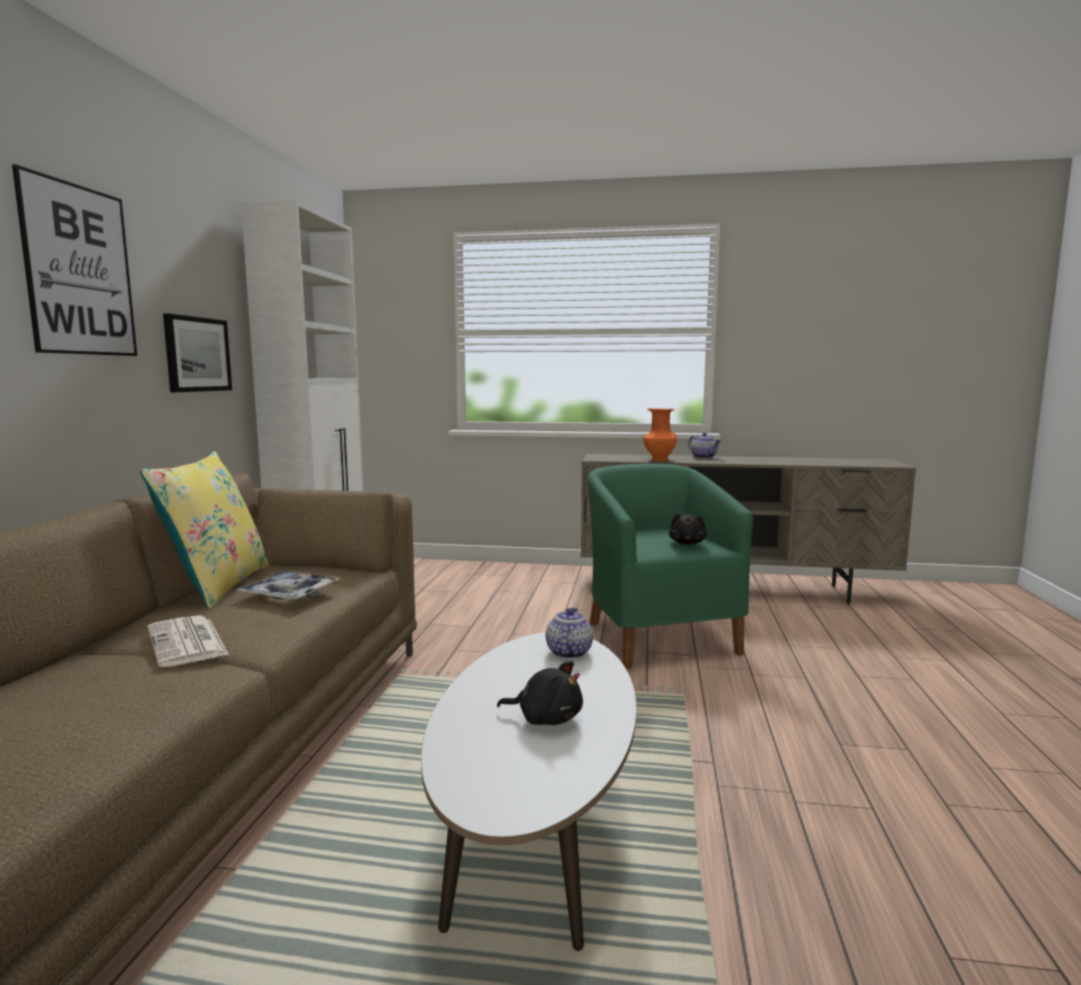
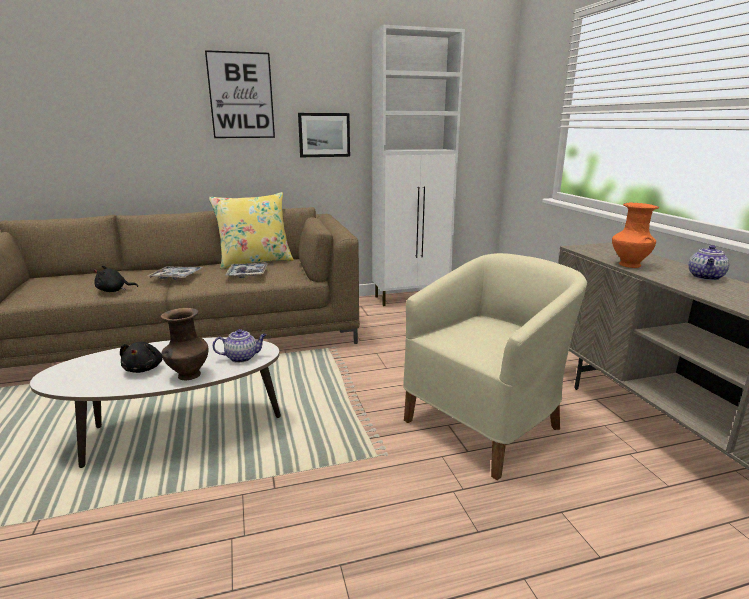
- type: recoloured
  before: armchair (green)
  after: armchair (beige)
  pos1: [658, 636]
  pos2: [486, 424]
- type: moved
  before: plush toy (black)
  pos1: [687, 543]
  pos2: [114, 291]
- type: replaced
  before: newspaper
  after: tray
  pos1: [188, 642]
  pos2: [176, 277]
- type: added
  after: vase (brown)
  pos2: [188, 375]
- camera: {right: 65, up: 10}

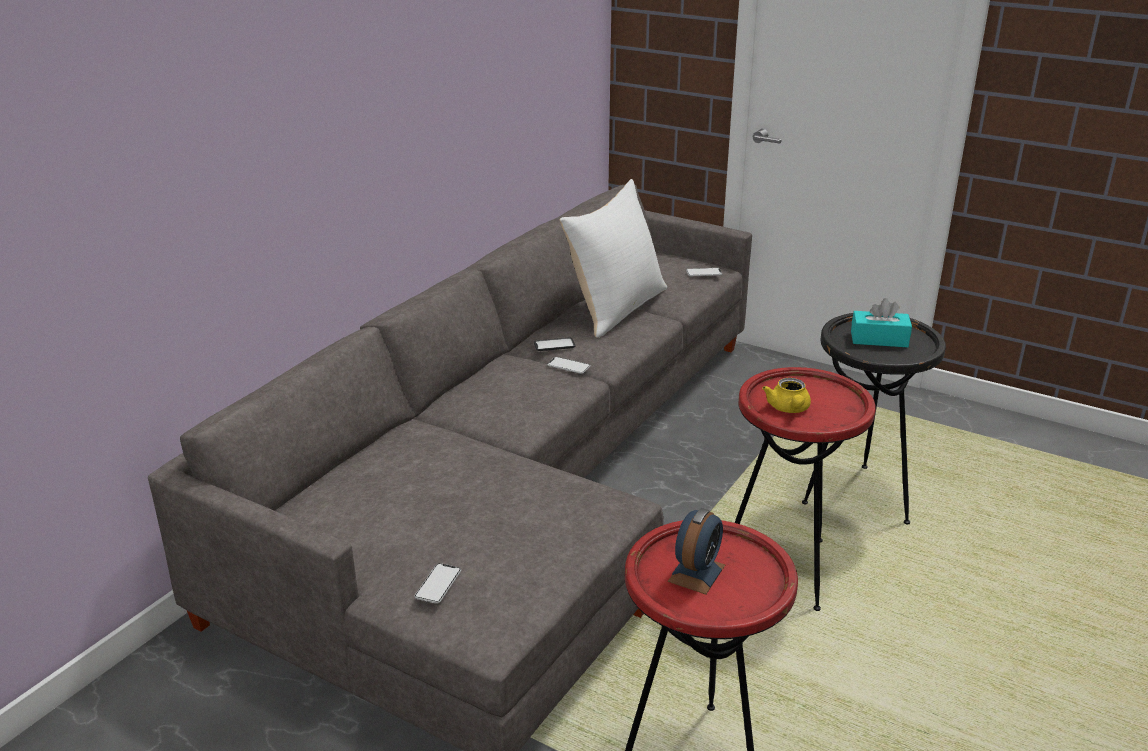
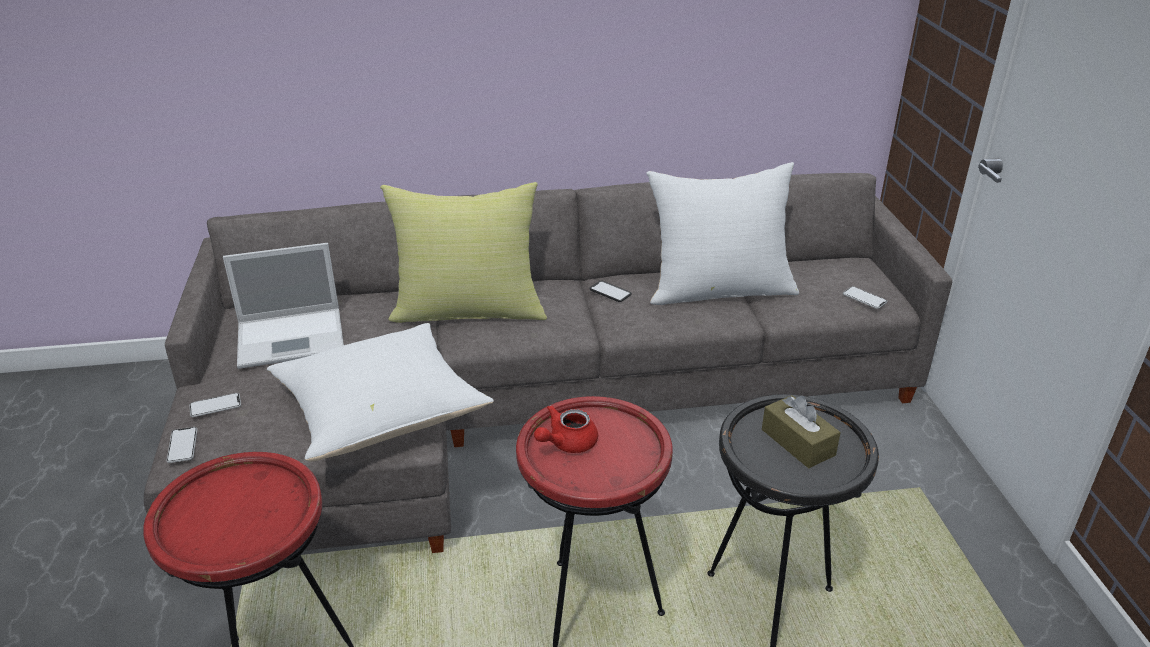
- type: recoloured
  before: tissue box (turquoise)
  after: tissue box (brown)
  pos1: [879, 339]
  pos2: [798, 442]
- type: moved
  before: phone
  pos1: [568, 366]
  pos2: [182, 445]
- type: recoloured
  before: teapot (yellow)
  after: teapot (red)
  pos1: [788, 409]
  pos2: [567, 443]
- type: removed
  before: alarm clock
  pos1: [696, 573]
- type: added
  after: pillow (yellow)
  pos2: [469, 310]
- type: added
  after: laptop
  pos2: [293, 337]
- type: added
  after: pillow (white)
  pos2: [381, 414]
- camera: {right: 50, up: 5}

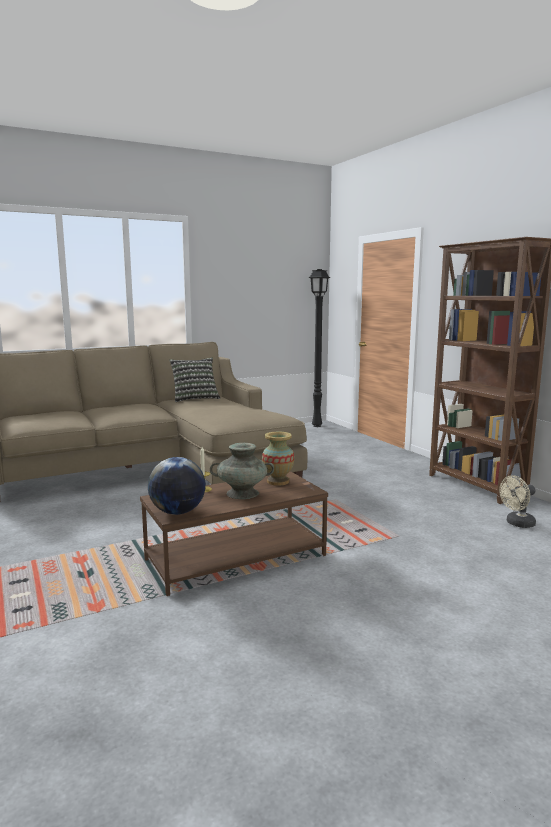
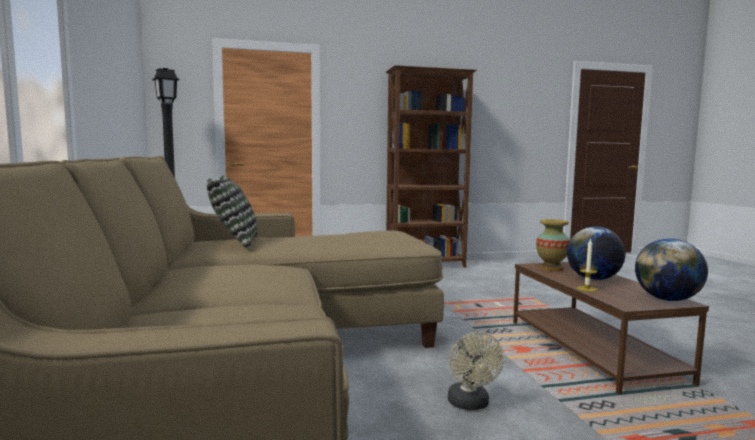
- type: replaced
  before: vase (turquoise)
  after: globe
  pos1: [242, 493]
  pos2: [593, 279]
- type: moved
  before: fan (beige)
  pos1: [517, 524]
  pos2: [470, 405]
- camera: {right: -75, up: -5}

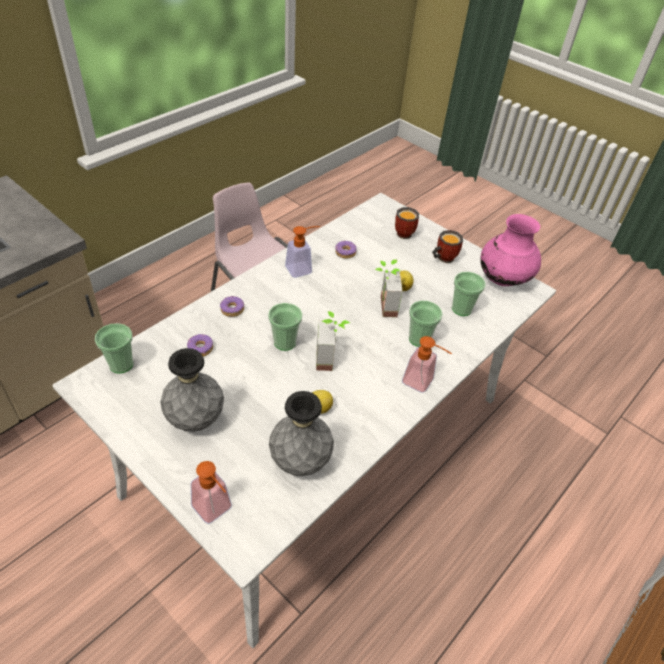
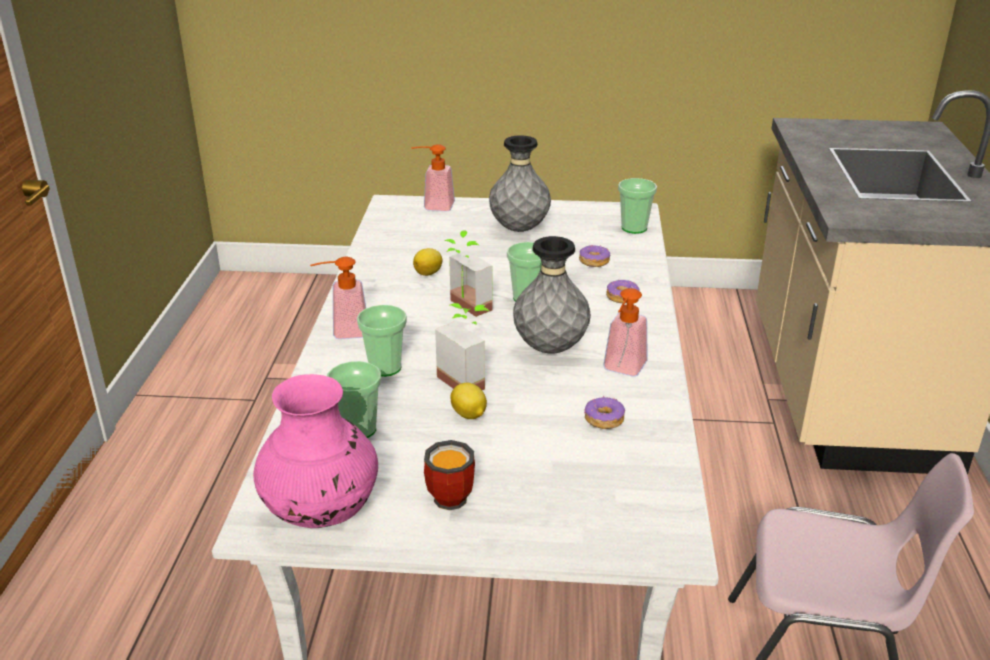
- type: removed
  before: mug
  pos1: [406, 233]
- type: moved
  before: vase (grey)
  pos1: [300, 461]
  pos2: [550, 348]
- camera: {right: 145, up: -15}

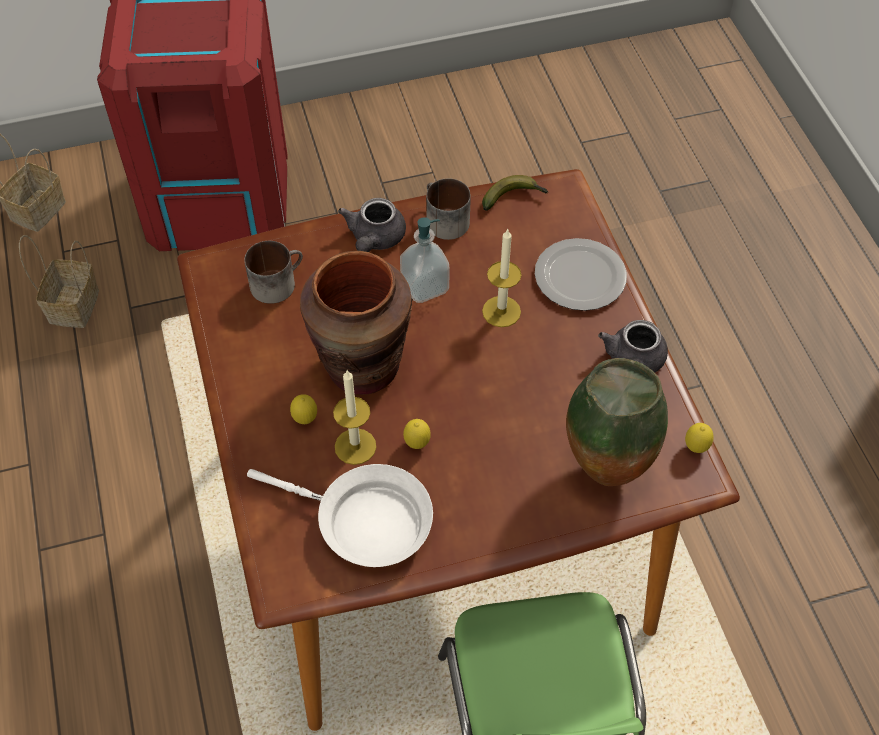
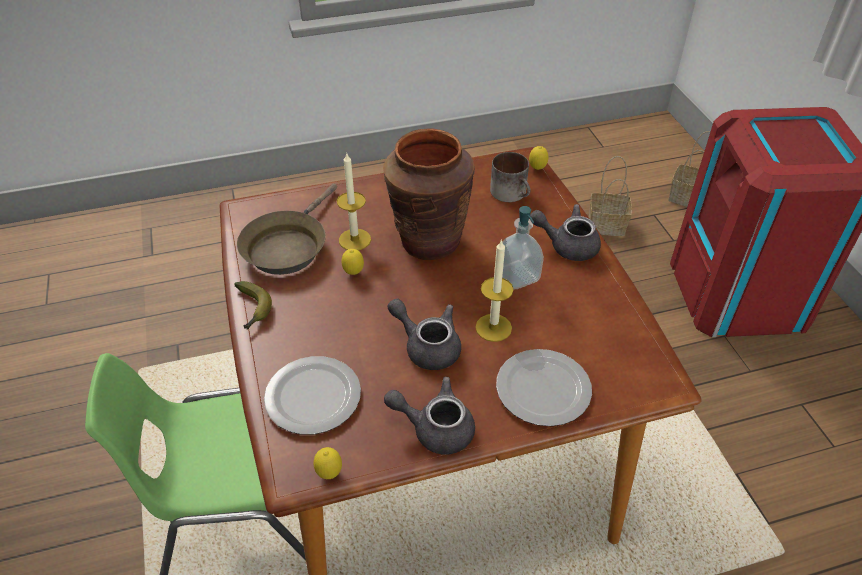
- type: moved
  before: banana
  pos1: [514, 197]
  pos2: [253, 310]
- type: removed
  before: mug
  pos1: [443, 220]
- type: replaced
  before: vase
  after: plate
  pos1: [604, 470]
  pos2: [314, 396]
- type: moved
  before: lemon
  pos1: [305, 419]
  pos2: [537, 169]
- type: recoloured
  before: frying pan (white)
  after: frying pan (brown)
  pos1: [365, 522]
  pos2: [287, 246]
- type: added
  after: teapot (grey)
  pos2: [427, 346]
- camera: {right: 90, up: -10}

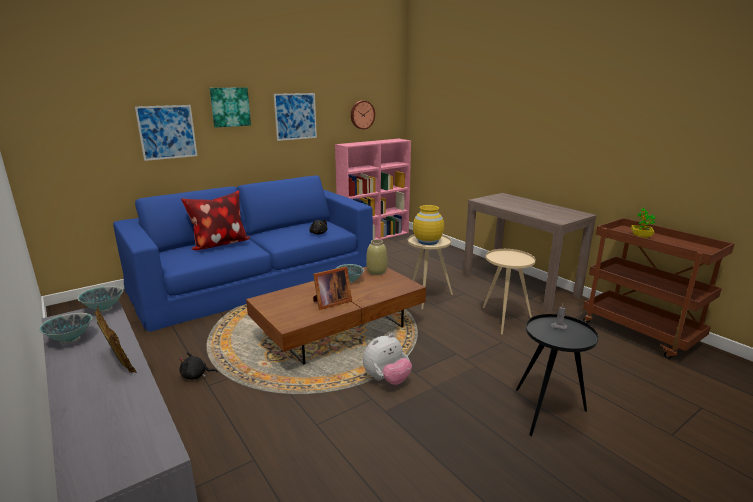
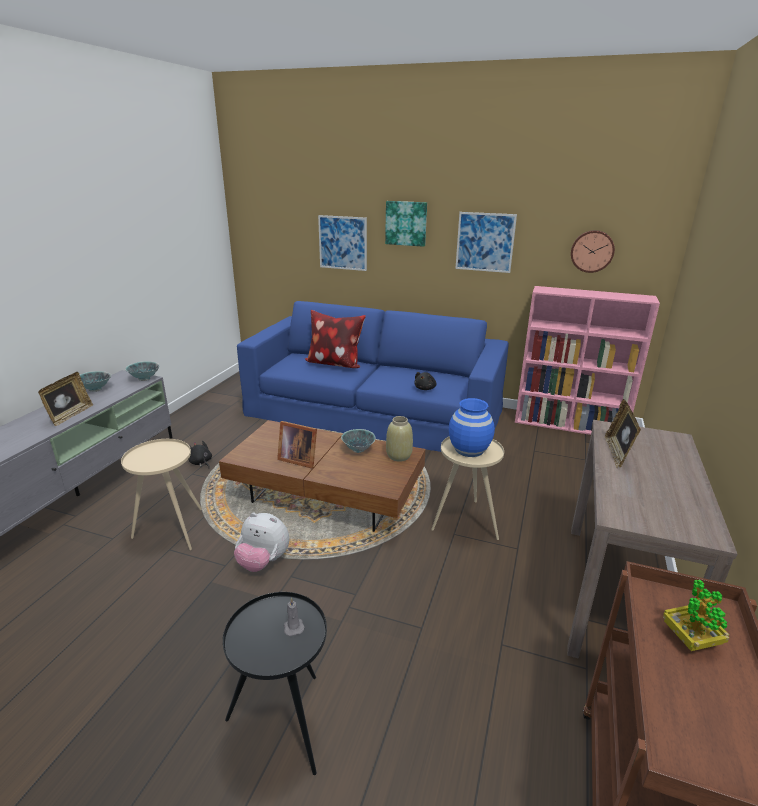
- type: recoloured
  before: vase (yellow)
  after: vase (blue)
  pos1: [428, 241]
  pos2: [469, 450]
- type: moved
  before: side table (beige)
  pos1: [503, 320]
  pos2: [171, 531]
- type: added
  after: picture frame
  pos2: [617, 453]
- camera: {right: 55, up: 5}

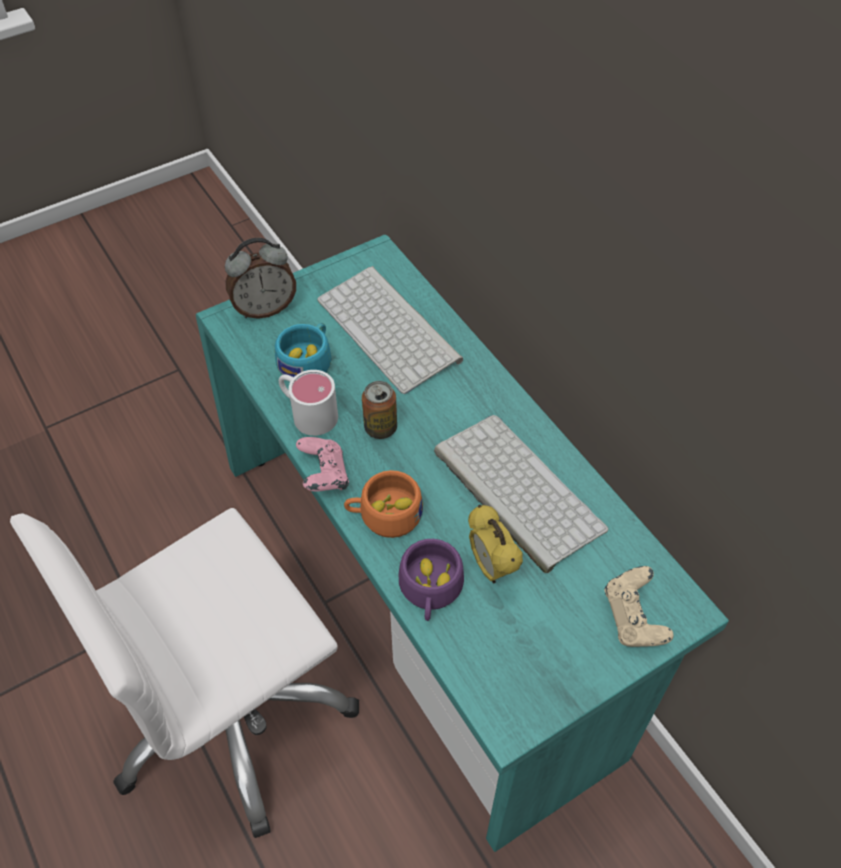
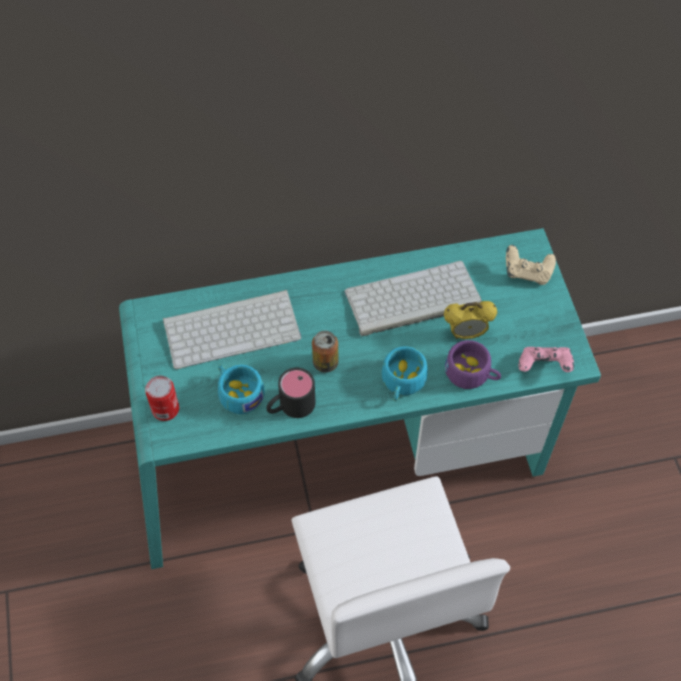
- type: replaced
  before: alarm clock
  after: can
  pos1: [264, 308]
  pos2: [165, 409]
- type: recoloured
  before: mug (white)
  after: mug (black)
  pos1: [307, 412]
  pos2: [290, 406]
- type: moved
  before: game controller (pink)
  pos1: [323, 476]
  pos2: [544, 367]
- type: recoloured
  before: cup (orange)
  after: cup (turquoise)
  pos1: [384, 515]
  pos2: [402, 383]
- camera: {right: -70, up: 5}

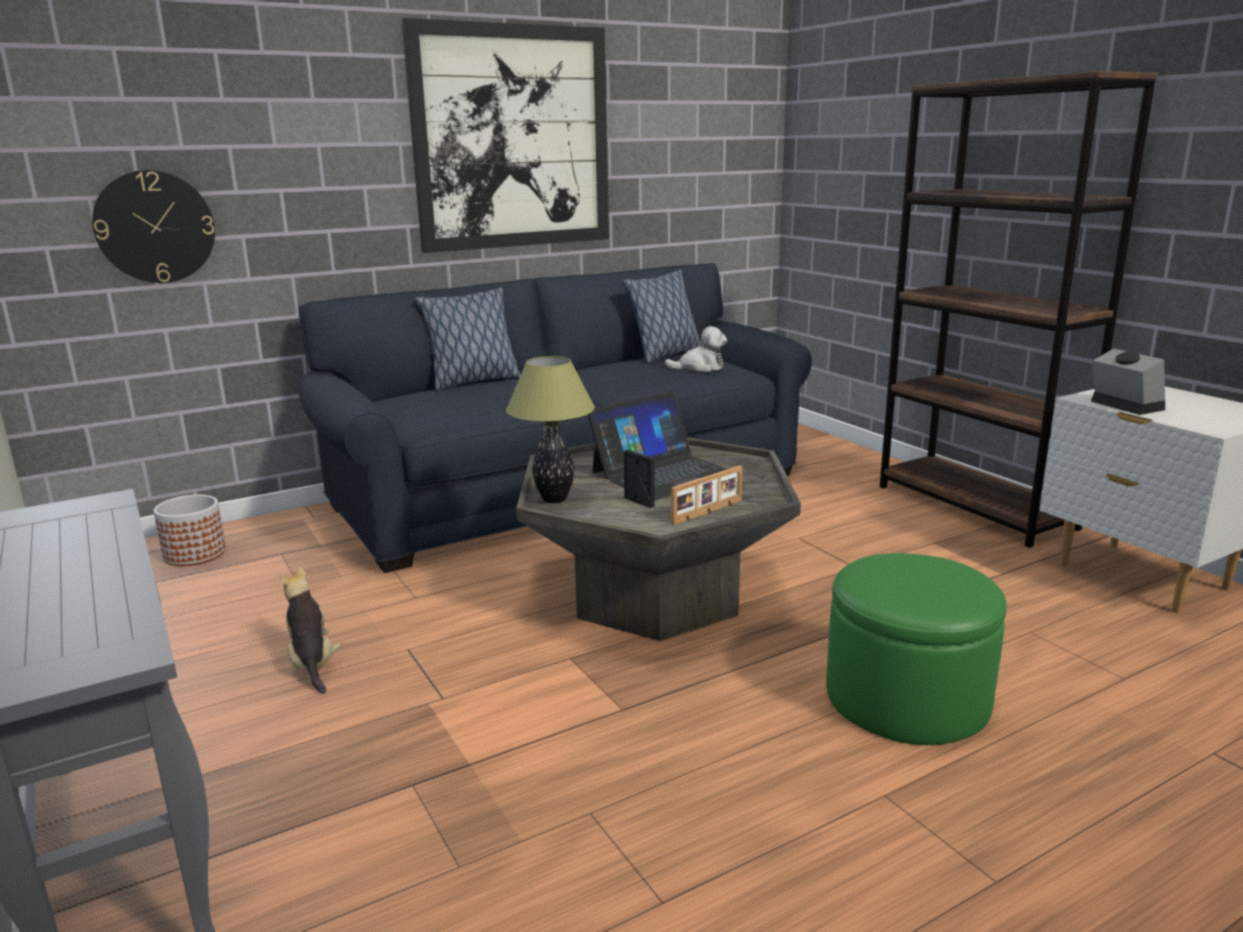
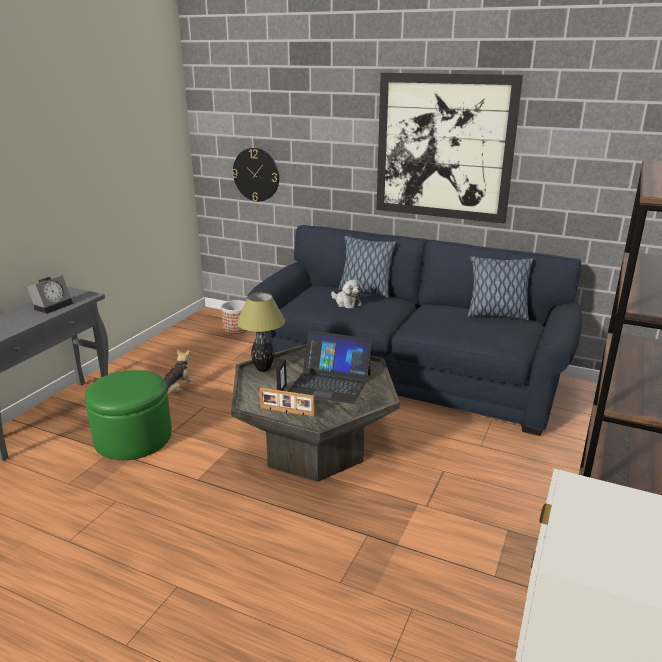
- type: moved
  before: plush toy
  pos1: [700, 367]
  pos2: [346, 303]
- type: moved
  before: alarm clock
  pos1: [1123, 405]
  pos2: [53, 305]
- type: moved
  before: ottoman (green)
  pos1: [906, 697]
  pos2: [133, 438]
- camera: {right: 55, up: 5}

